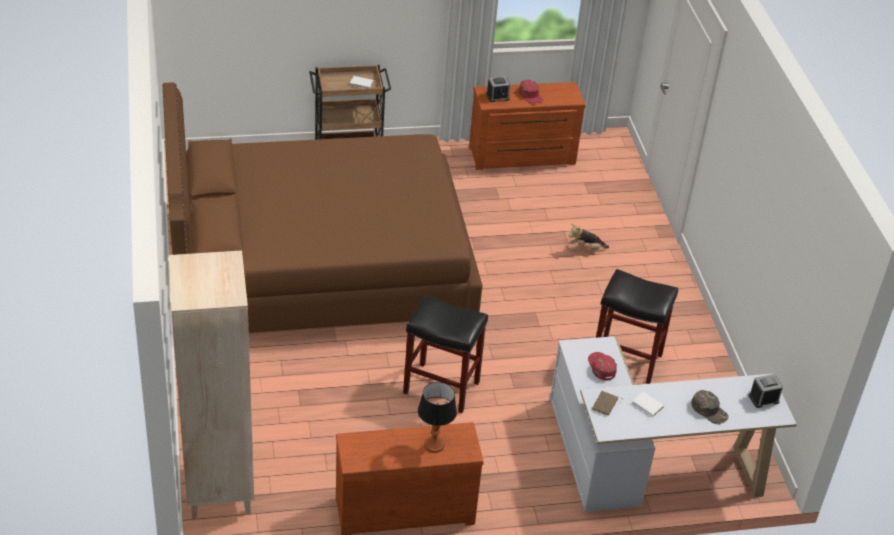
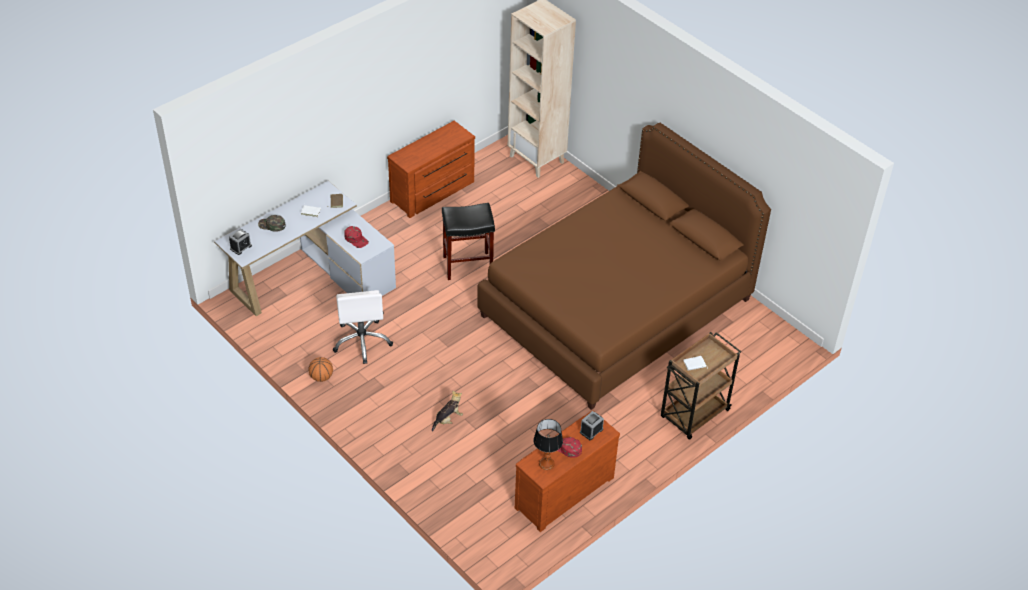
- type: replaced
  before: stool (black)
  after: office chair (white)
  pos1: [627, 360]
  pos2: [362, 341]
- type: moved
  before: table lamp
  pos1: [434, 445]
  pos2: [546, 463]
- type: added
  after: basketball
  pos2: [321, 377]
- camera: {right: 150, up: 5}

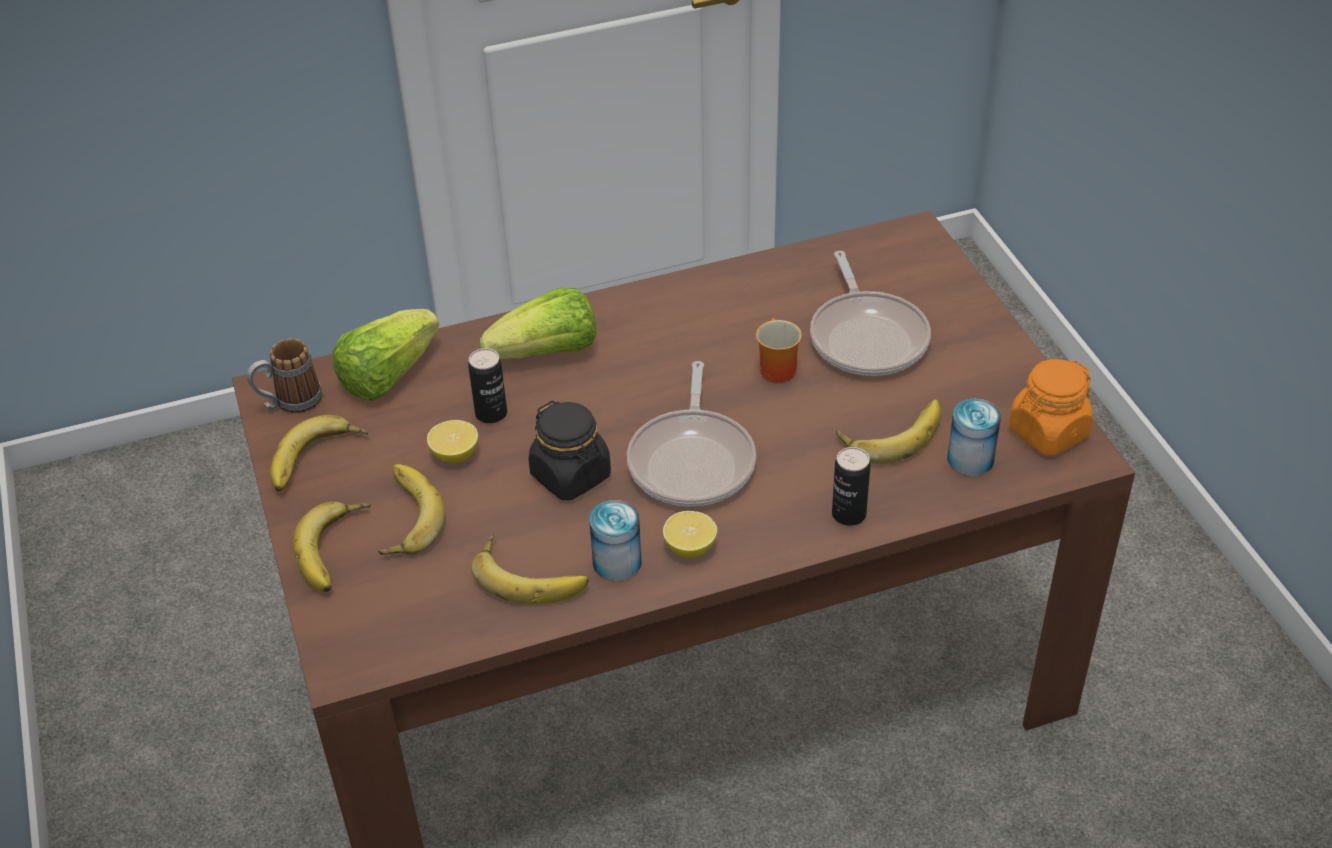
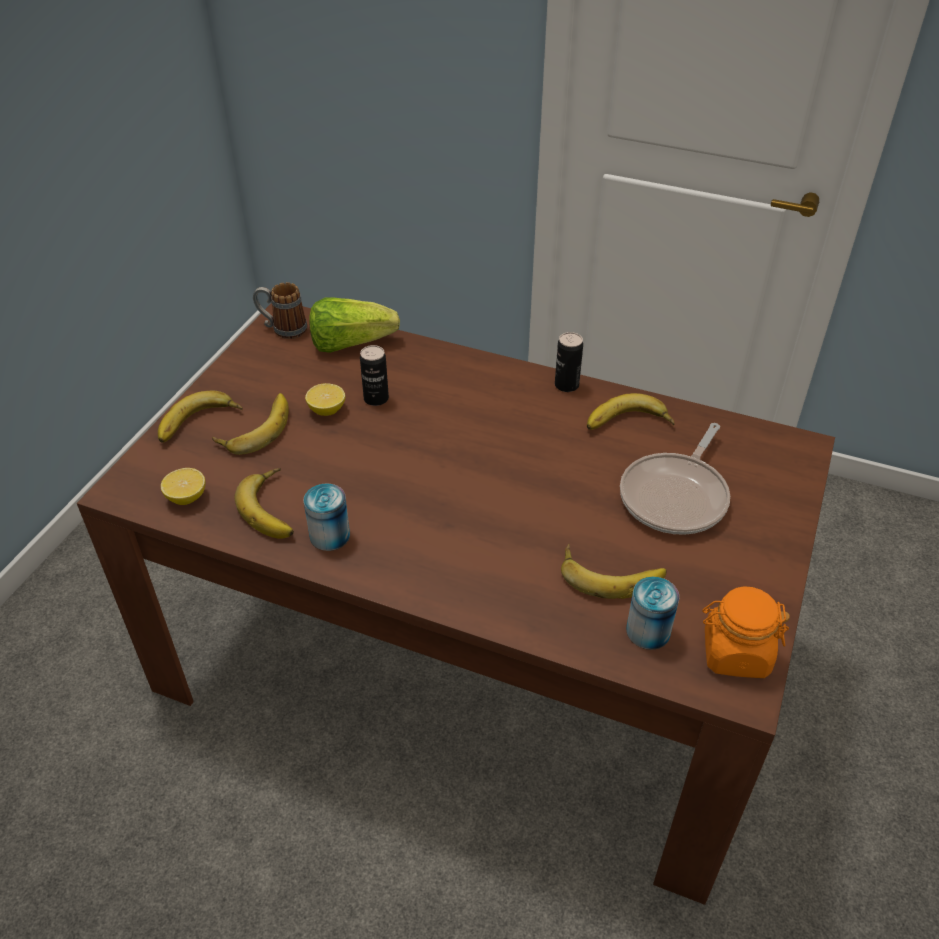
- type: removed
  before: lettuce
  pos1: [547, 353]
- type: removed
  before: mug
  pos1: [774, 368]
- type: removed
  before: frying pan
  pos1: [693, 460]
- type: removed
  before: jar (black)
  pos1: [571, 476]
- type: moved
  before: banana
  pos1: [317, 461]
  pos2: [628, 424]
- type: moved
  before: can
  pos1: [849, 514]
  pos2: [566, 385]
- type: moved
  before: lemon
  pos1: [690, 547]
  pos2: [187, 497]
- camera: {right: 40, up: 0}

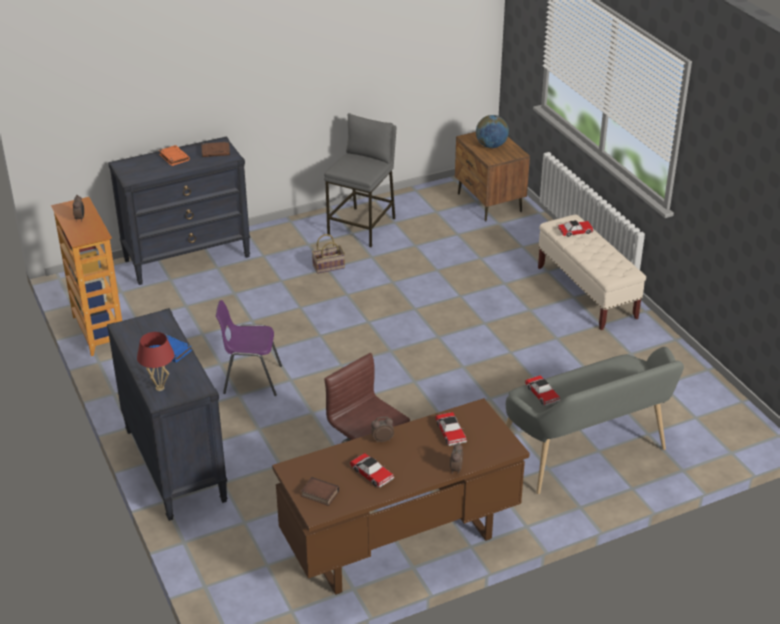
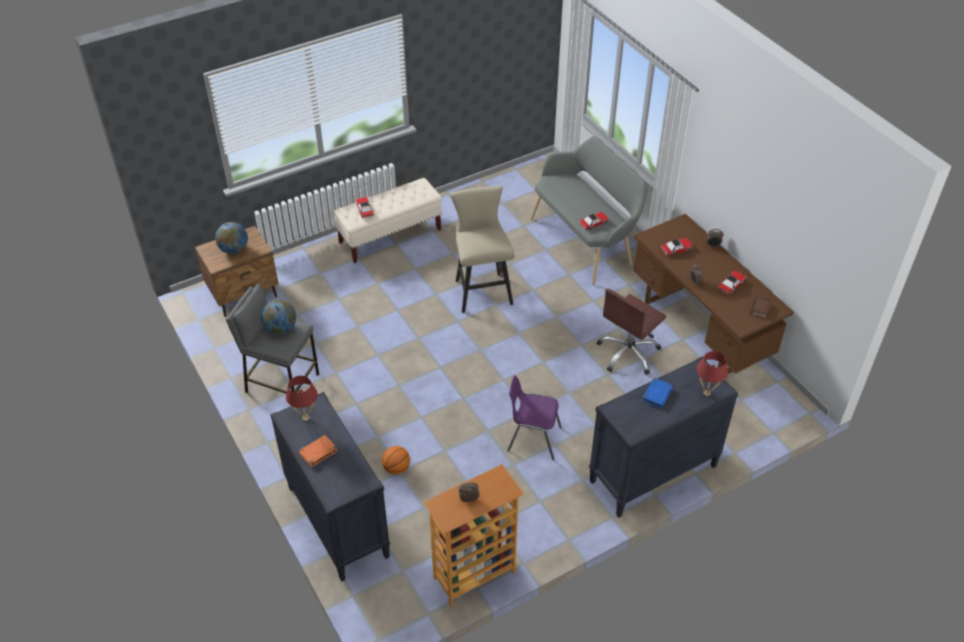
- type: replaced
  before: book (brown)
  after: table lamp (red)
  pos1: [216, 151]
  pos2: [306, 417]
- type: removed
  before: basket
  pos1: [329, 266]
- type: turned
  before: chair (purple)
  pos1: [251, 379]
  pos2: [532, 439]
  turn: 105
- type: added
  after: stool (beige)
  pos2: [481, 289]
- type: added
  after: globe
  pos2: [280, 328]
- type: added
  after: basketball
  pos2: [396, 468]
- camera: {right: -95, up: 10}

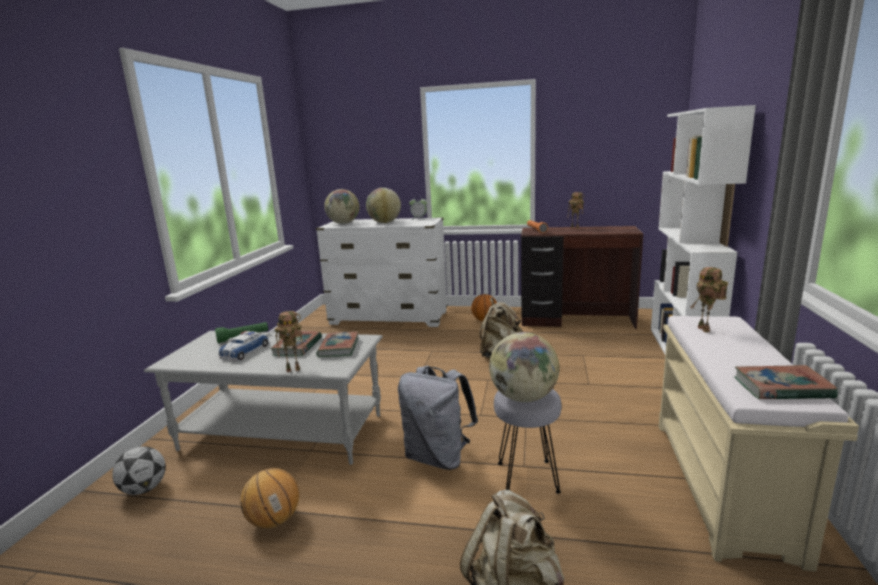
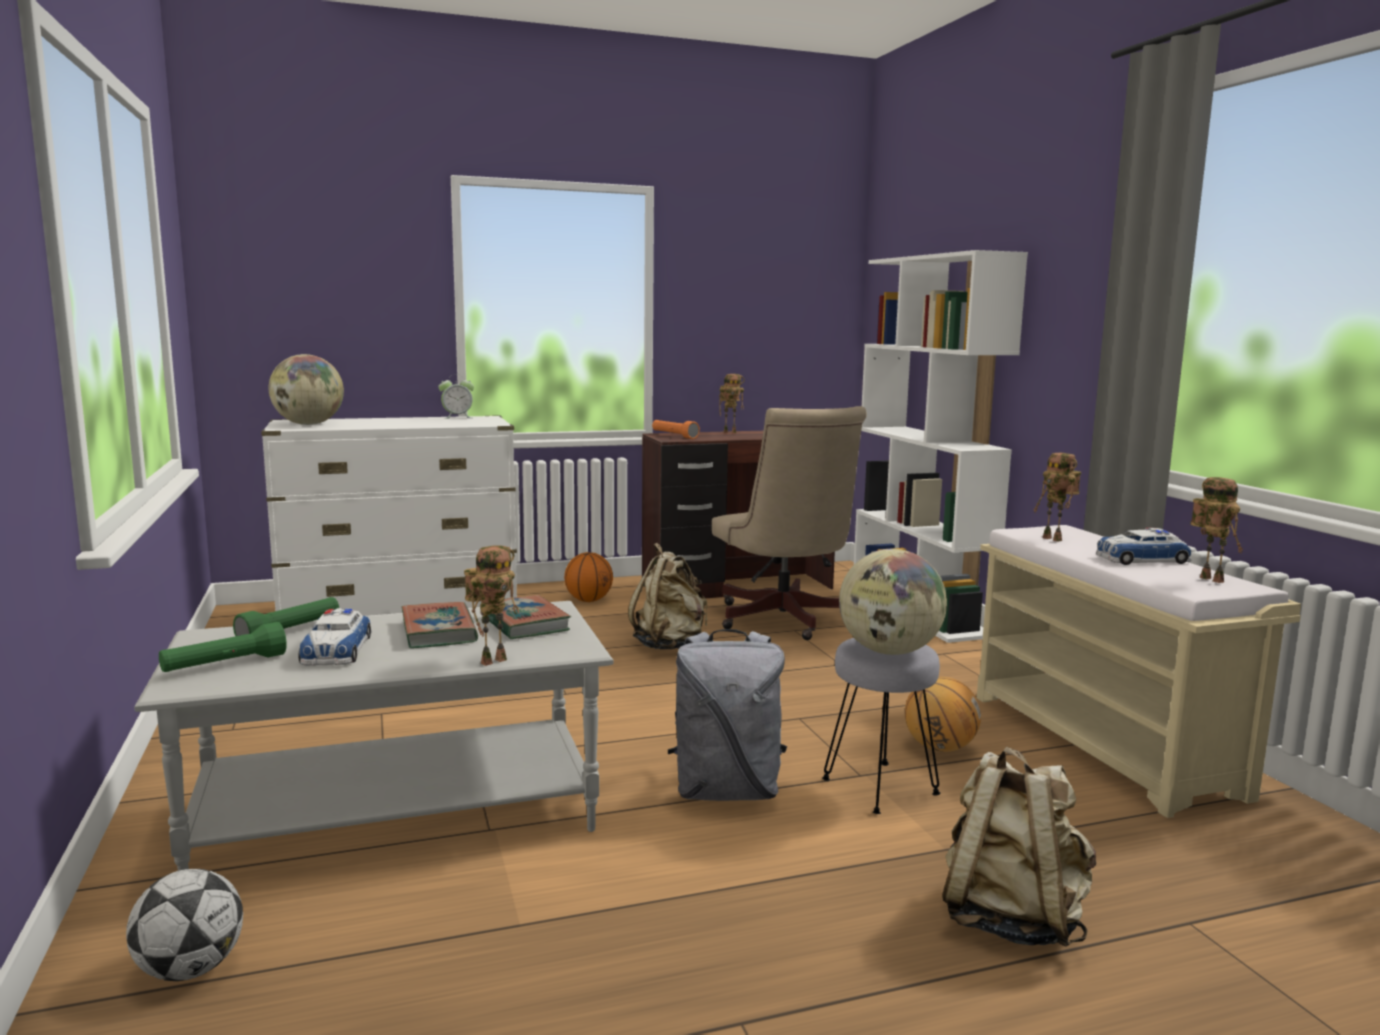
- type: removed
  before: globe
  pos1: [384, 222]
- type: replaced
  before: book
  after: toy robot
  pos1: [782, 388]
  pos2: [1208, 579]
- type: moved
  before: basketball
  pos1: [274, 520]
  pos2: [939, 748]
- type: added
  after: office chair (beige)
  pos2: [785, 621]
- type: added
  after: toy car
  pos2: [1141, 559]
- type: added
  after: flashlight (green)
  pos2: [224, 665]
- camera: {right: -30, up: -5}

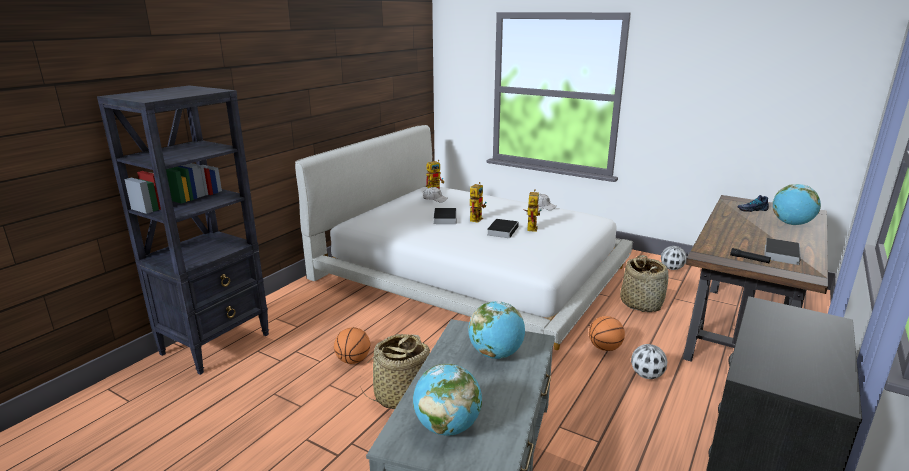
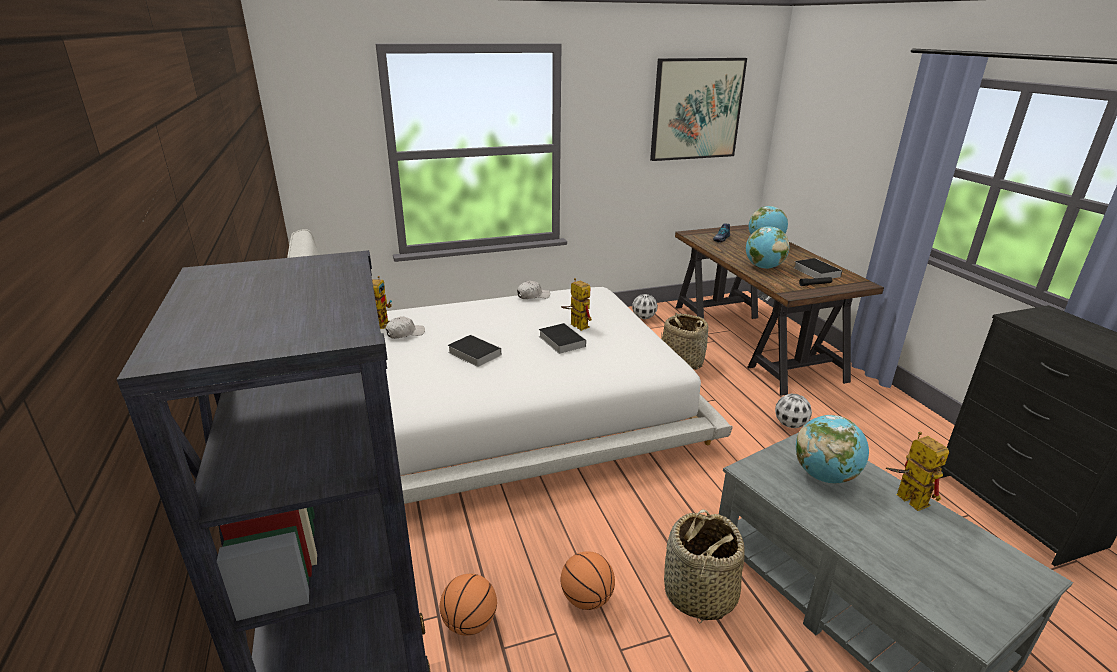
- type: moved
  before: toy robot
  pos1: [476, 218]
  pos2: [904, 497]
- type: moved
  before: basketball
  pos1: [604, 348]
  pos2: [470, 623]
- type: moved
  before: globe
  pos1: [447, 427]
  pos2: [763, 267]
- type: added
  after: picture
  pos2: [696, 109]
- camera: {right: -50, up: 5}

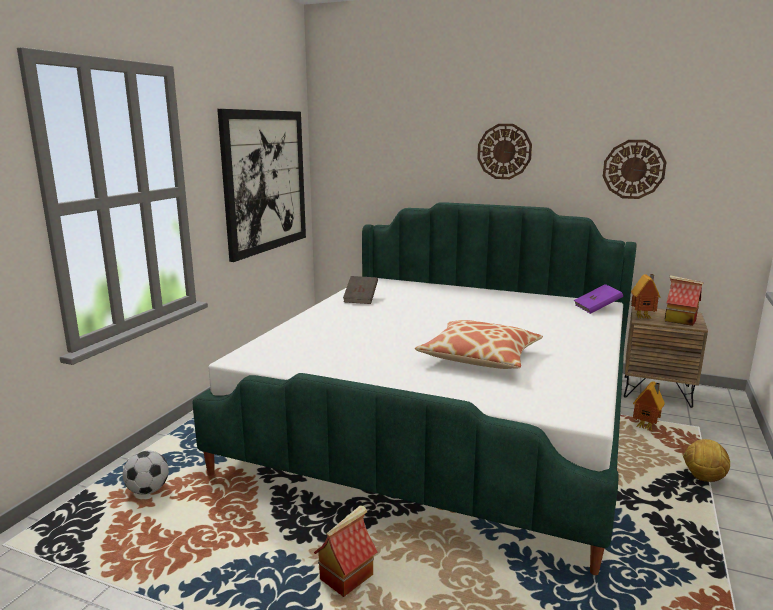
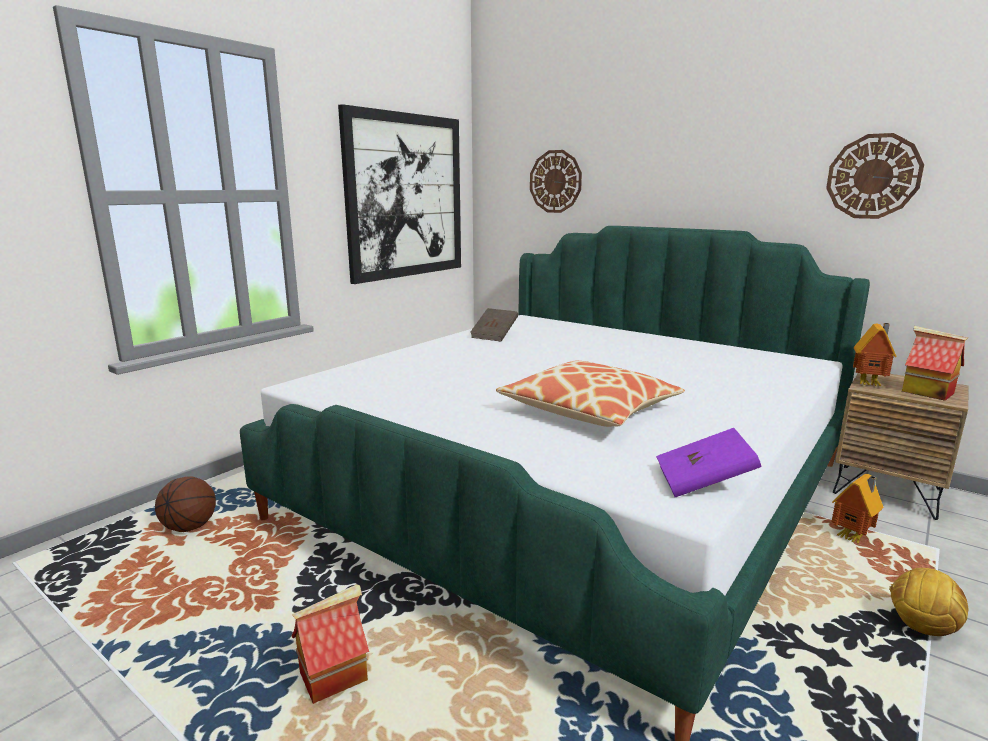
- type: moved
  before: wall clock
  pos1: [504, 151]
  pos2: [555, 181]
- type: moved
  before: book (purple)
  pos1: [597, 308]
  pos2: [703, 483]
- type: replaced
  before: football
  after: basketball
  pos1: [148, 490]
  pos2: [190, 527]
- camera: {right: 15, up: 0}

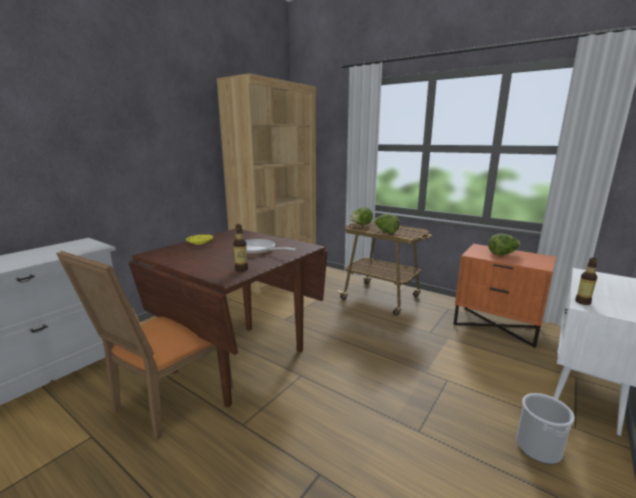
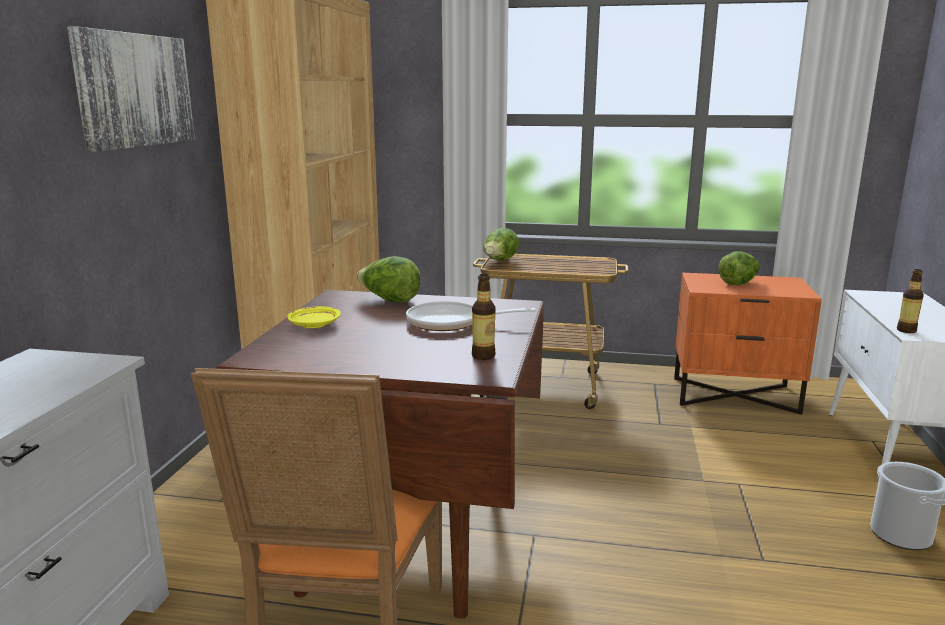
- type: moved
  before: lettuce
  pos1: [385, 232]
  pos2: [390, 301]
- type: added
  after: picture
  pos2: [134, 90]
- camera: {right: -25, up: 0}

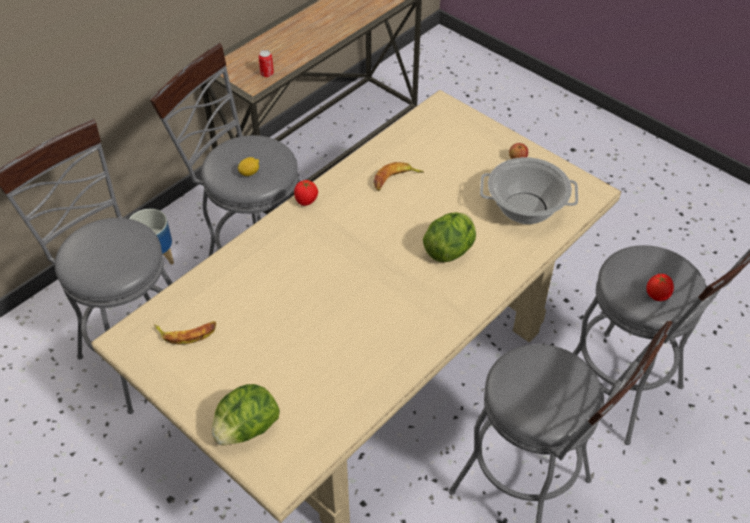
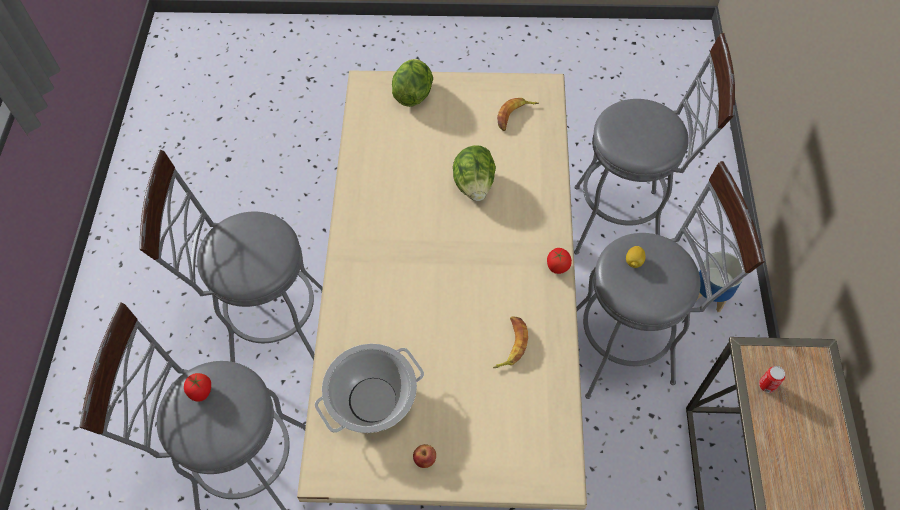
- type: moved
  before: lettuce
  pos1: [450, 250]
  pos2: [474, 185]
- camera: {right: 140, up: 10}

